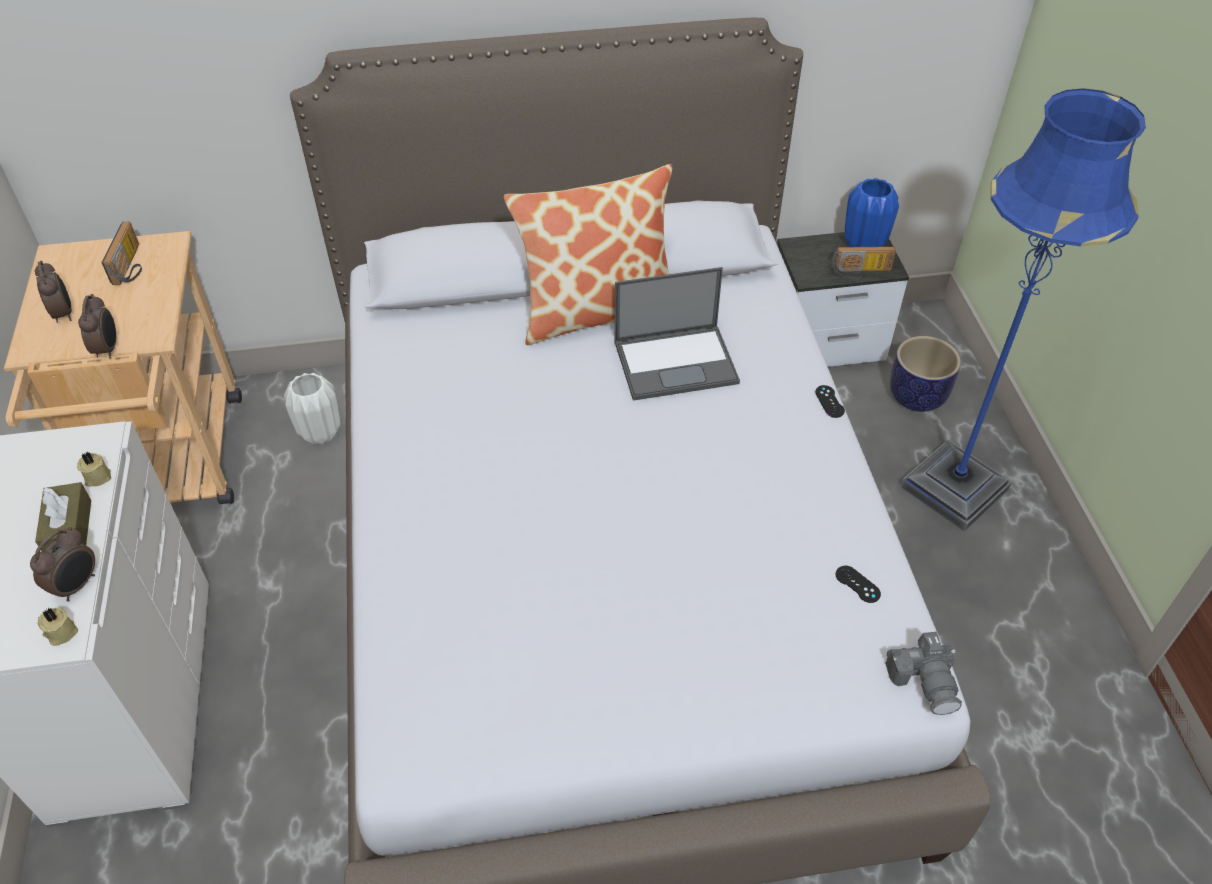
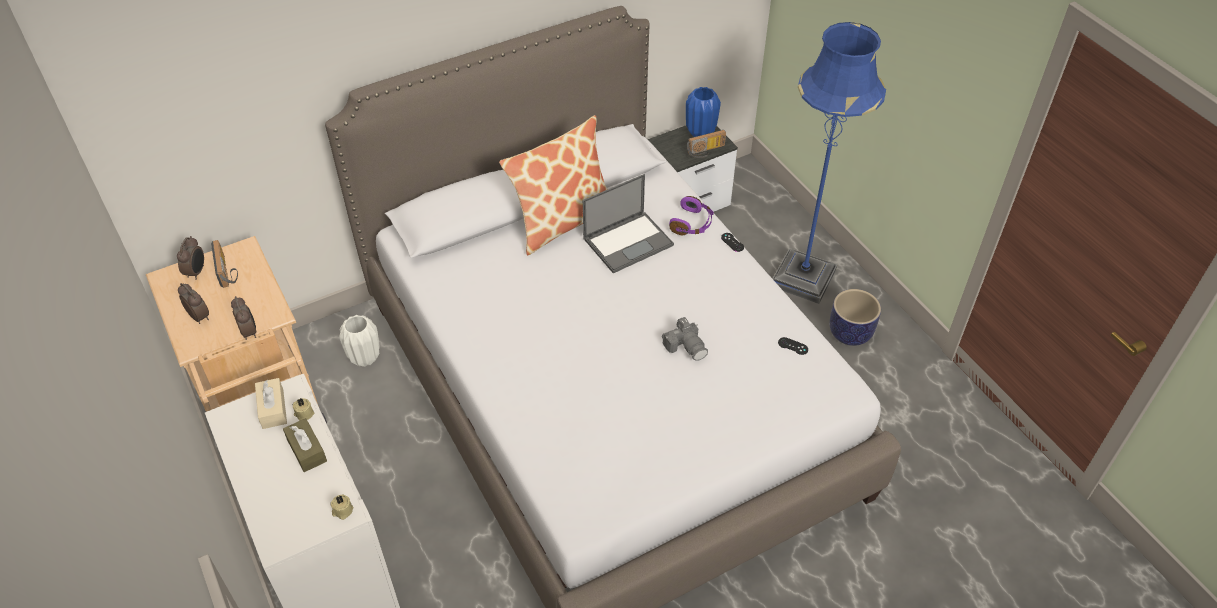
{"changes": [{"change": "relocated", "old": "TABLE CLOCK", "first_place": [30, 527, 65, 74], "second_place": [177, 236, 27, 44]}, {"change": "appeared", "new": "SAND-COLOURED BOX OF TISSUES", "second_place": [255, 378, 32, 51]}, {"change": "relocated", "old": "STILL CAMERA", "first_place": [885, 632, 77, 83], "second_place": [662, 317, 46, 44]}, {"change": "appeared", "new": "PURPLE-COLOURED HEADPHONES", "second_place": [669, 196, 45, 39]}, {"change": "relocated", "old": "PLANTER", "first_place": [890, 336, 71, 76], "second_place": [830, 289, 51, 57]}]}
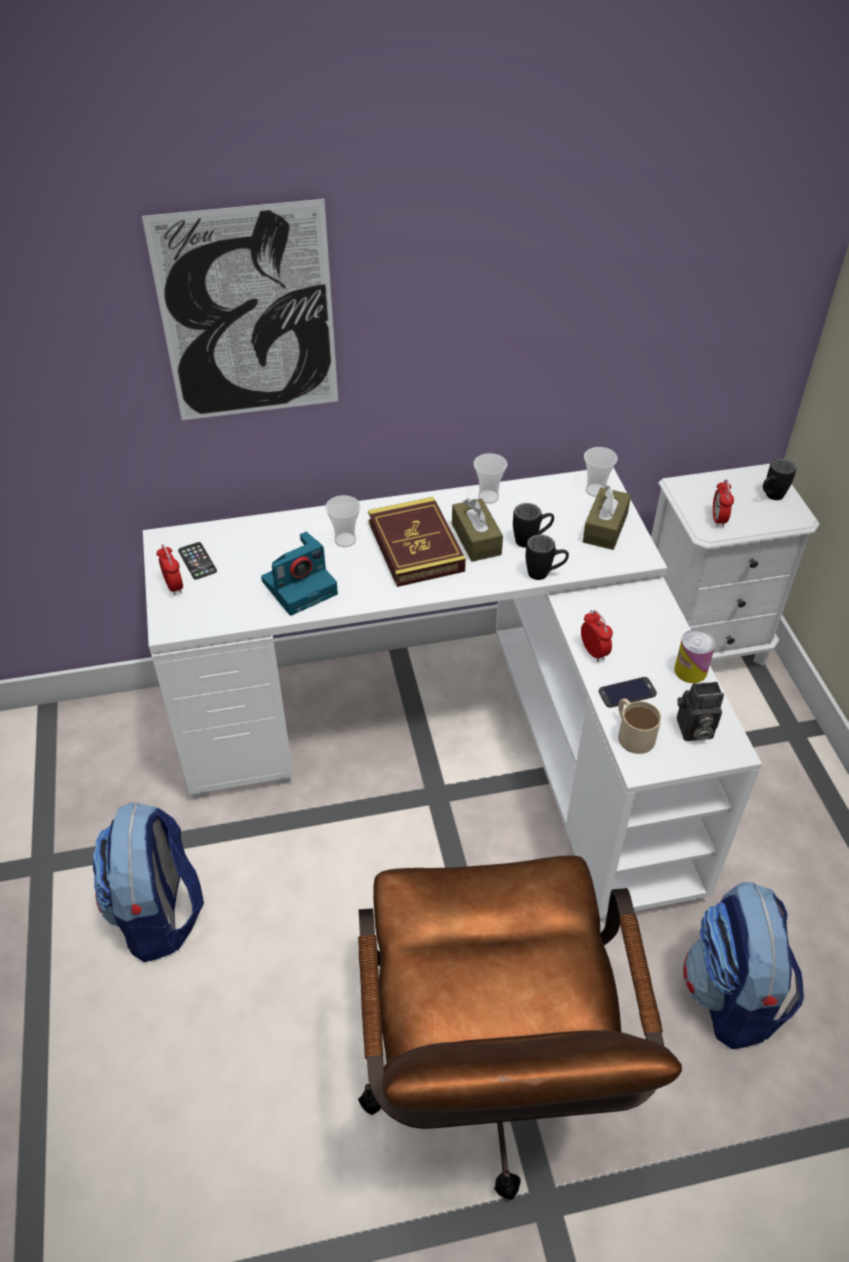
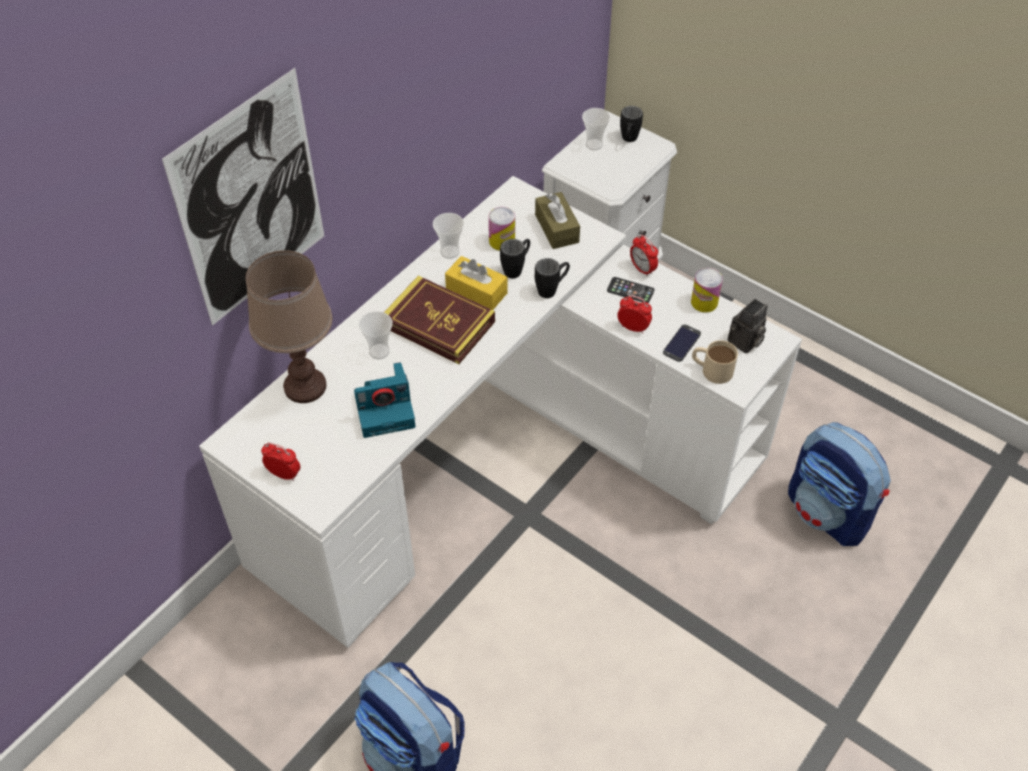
{"changes": [{"change": "appeared", "new": "BROWN TABLETOP LAMP", "second_place": [246, 250, 86, 153]}, {"change": "spun", "old": "STILL CAMERA", "first_place": [261, 532, 77, 84], "second_place": [354, 362, 62, 76], "degrees": 60}, {"change": "colour", "old": "BROWN BOX OF TISSUES", "new": "YELLOWISH BOX OF TISSUES", "first_place": [452, 498, 51, 64], "second_place": [445, 256, 63, 54]}, {"change": "appeared", "new": "CAN", "second_place": [489, 207, 26, 44]}, {"change": "relocated", "old": "SMALL CUP", "first_place": [584, 447, 34, 50], "second_place": [582, 108, 28, 42]}, {"change": "relocated", "old": "TELEPHONE", "first_place": [178, 542, 39, 37], "second_place": [607, 277, 48, 26]}, {"change": "relocated", "old": "TABLE CLOCK", "first_place": [713, 479, 21, 48], "second_place": [630, 235, 28, 42]}, {"change": "missing", "old": "BROWN OFFICE CHAIR", "first_place": [358, 856, 324, 344]}]}
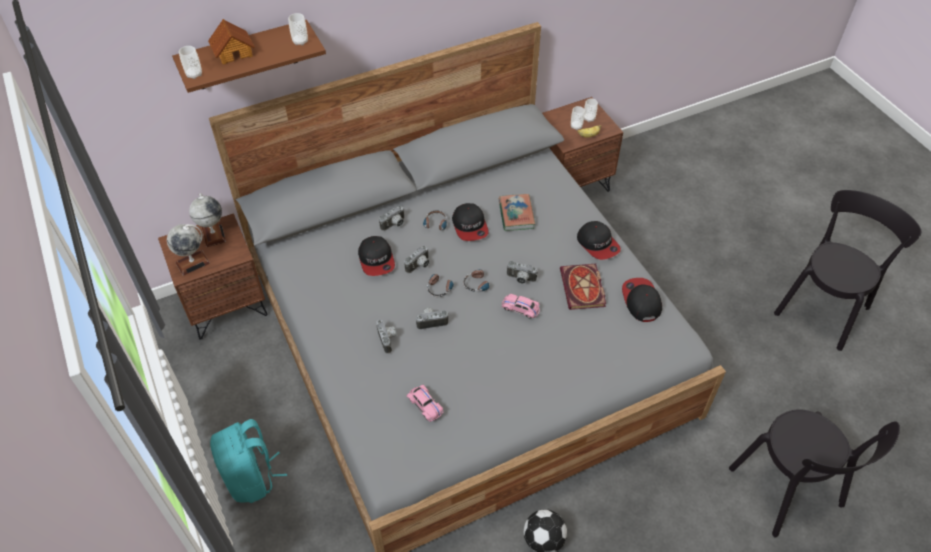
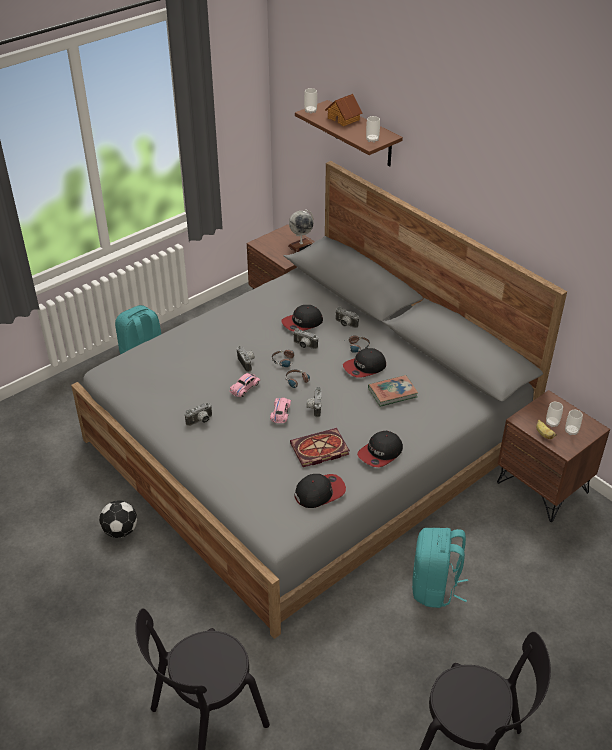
{"changes": [{"change": "relocated", "old": "STILL CAMERA", "first_place": [376, 320, 21, 34], "second_place": [185, 403, 27, 23]}, {"change": "relocated", "old": "PINK MINIATURE CAR", "first_place": [407, 385, 36, 37], "second_place": [230, 373, 30, 24]}, {"change": "appeared", "new": "TURQUOISE KNAPSACK", "second_place": [412, 528, 56, 80]}, {"change": "missing", "old": "WORLD GLOBE", "first_place": [167, 224, 43, 52]}]}
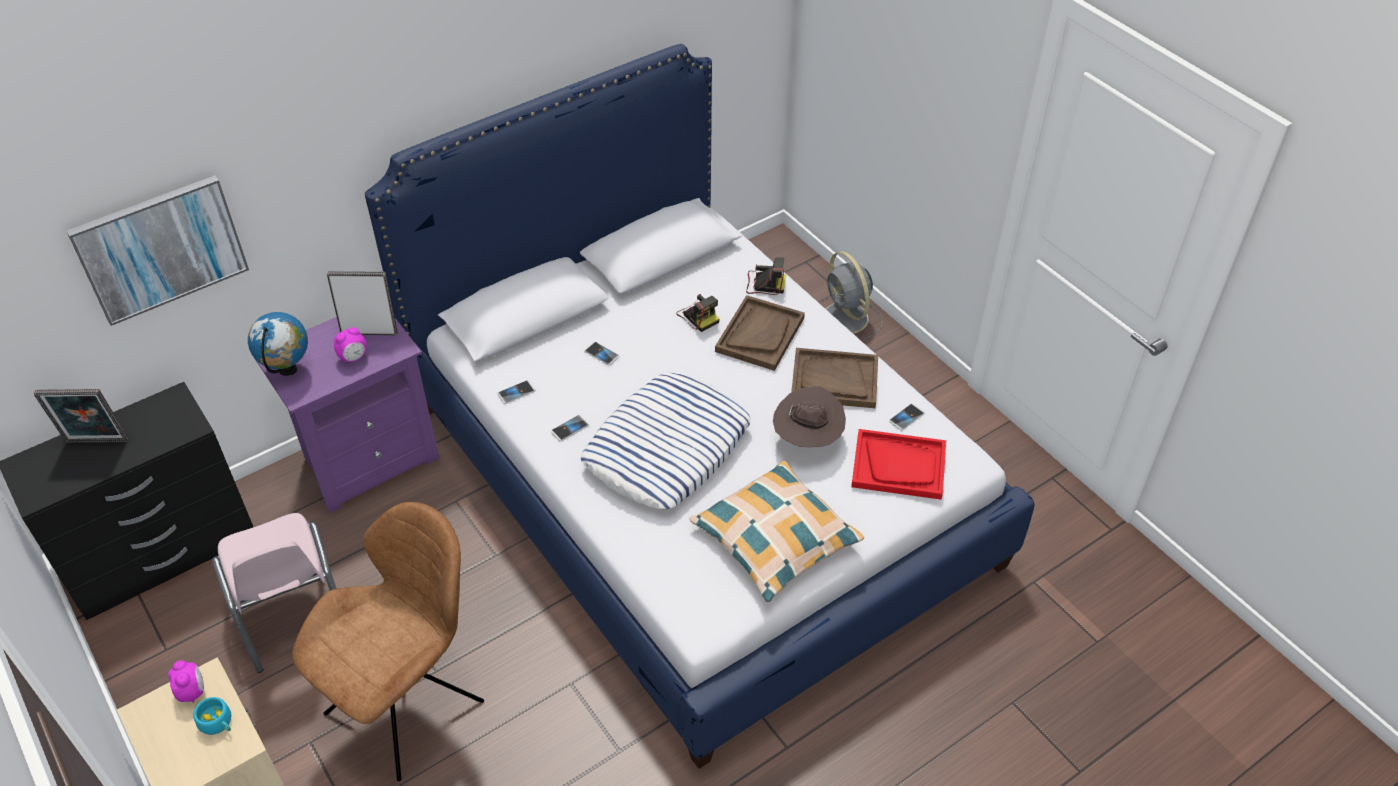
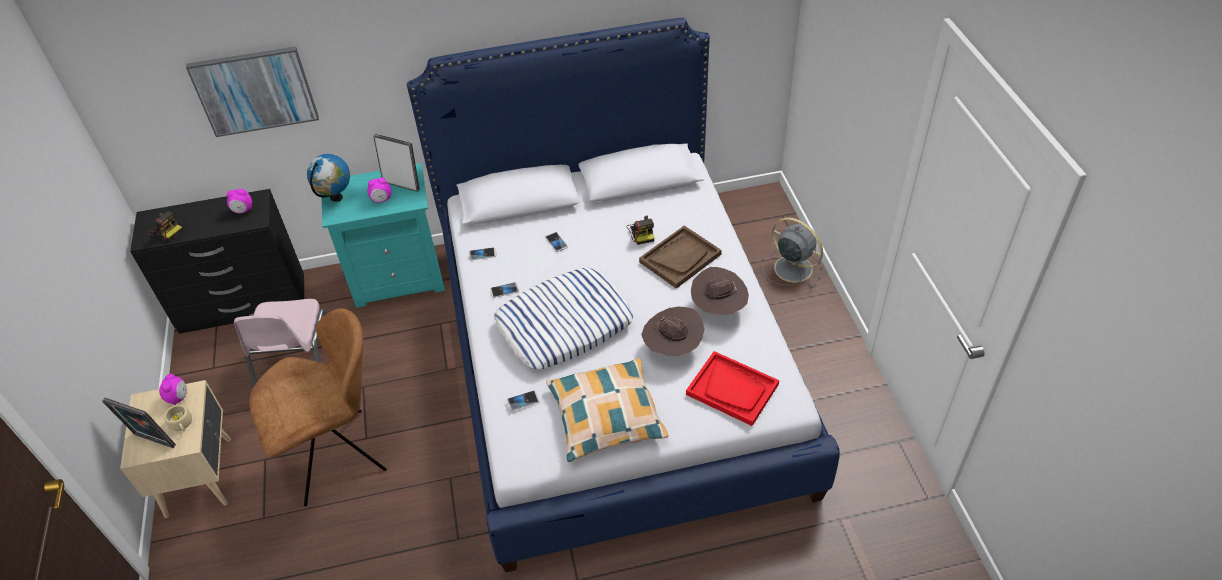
{"changes": [{"change": "relocated", "old": "PHOTO FRAME", "first_place": [34, 389, 94, 54], "second_place": [102, 398, 74, 50]}, {"change": "relocated", "old": "STILL CAMERA", "first_place": [746, 257, 40, 38], "second_place": [148, 211, 35, 30]}, {"change": "colour", "old": "TURQUOISE SMALL CUP", "new": "SAND-COLOURED SMALL CUP", "first_place": [193, 697, 38, 38], "second_place": [164, 405, 28, 27]}, {"change": "appeared", "new": "TABLE CLOCK", "second_place": [227, 189, 25, 24]}, {"change": "colour", "old": "PURPLE-COLOURED NIGHTSTAND", "new": "TURQUOISE NIGHTSTAND", "first_place": [254, 317, 186, 196], "second_place": [321, 163, 124, 145]}, {"change": "relocated", "old": "TELEPHONE", "first_place": [889, 403, 36, 27], "second_place": [507, 390, 33, 21]}, {"change": "exchanged", "old": "BROWN CARRYING TRAY", "new": "BROWN HAT", "first_place": [791, 348, 87, 60], "second_place": [691, 267, 58, 48]}, {"change": "spun", "old": "GREY ELECTRIC FAN", "first_place": [818, 251, 65, 90], "second_place": [763, 217, 60, 71], "degrees": 135}]}
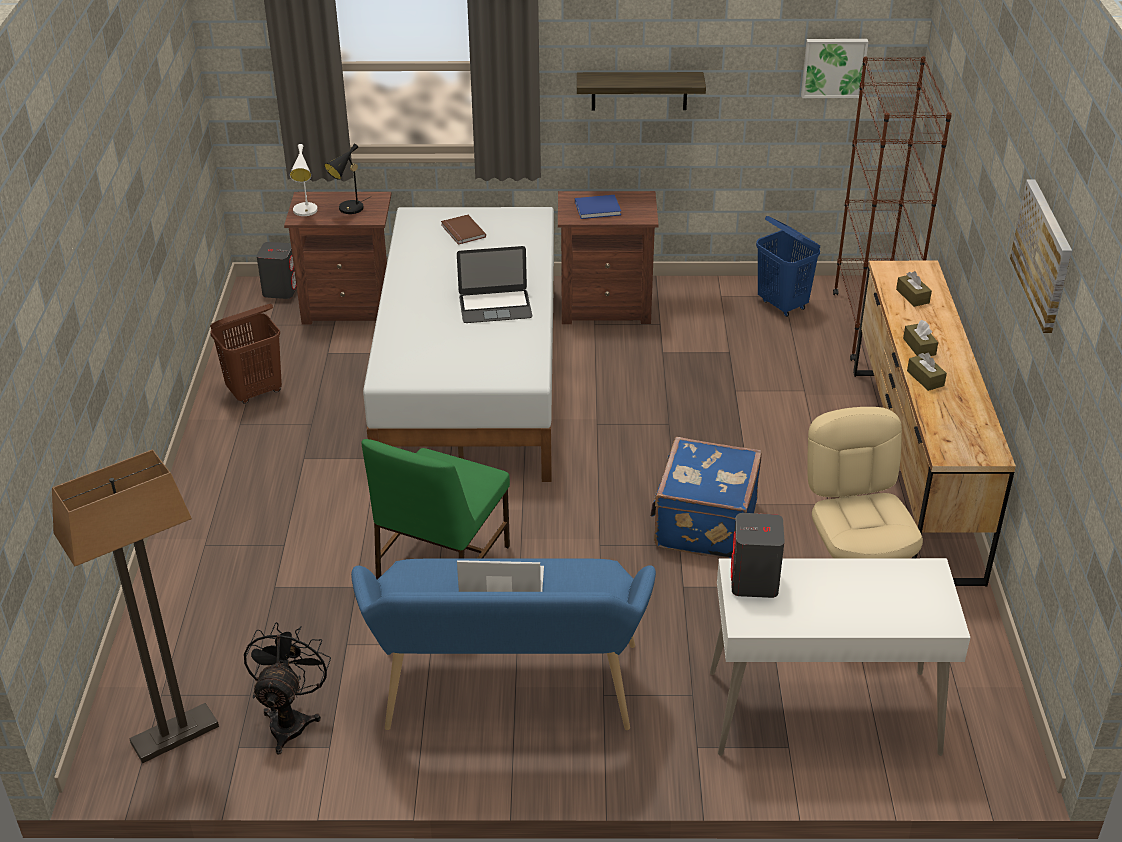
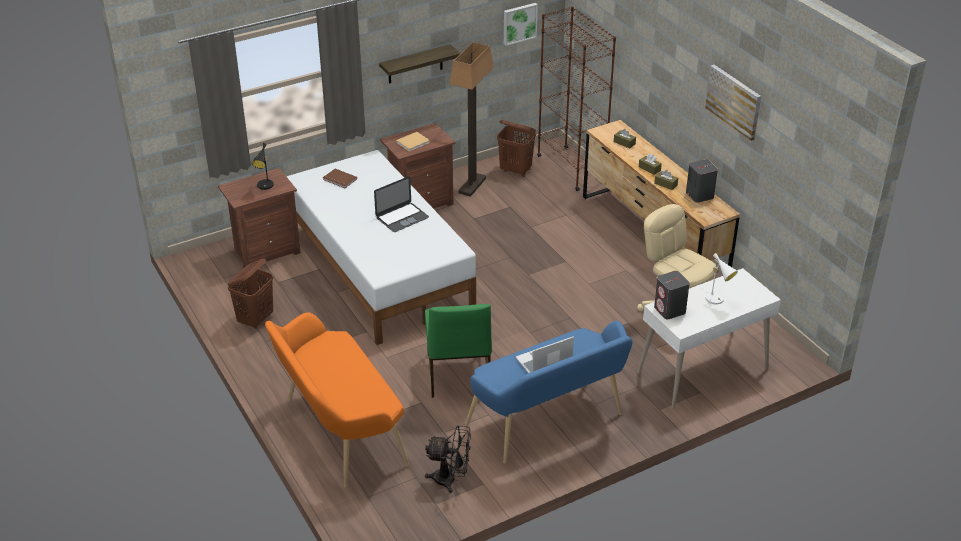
{"changes": [{"change": "appeared", "new": "ORANGE INDOOR BENCH", "second_place": [265, 312, 145, 176]}, {"change": "colour", "old": "BLUISH BOUND BOOK", "new": "SAND-COLOURED BOUND BOOK", "first_place": [575, 195, 46, 24], "second_place": [396, 132, 34, 20]}, {"change": "spun", "old": "BLACK ELECTRIC FAN", "first_place": [244, 622, 87, 132], "second_place": [425, 425, 46, 68], "degrees": 120}, {"change": "relocated", "old": "STANDING LAMP", "first_place": [52, 449, 167, 314], "second_place": [449, 42, 45, 155]}, {"change": "colour", "old": "BLUISH LAUNDRY BASKET", "new": "BROWN LAUNDRY BASKET", "first_place": [756, 216, 64, 101], "second_place": [497, 120, 39, 57]}, {"change": "relocated", "old": "GREY SPEAKER", "first_place": [257, 242, 40, 57], "second_place": [686, 159, 32, 44]}, {"change": "relocated", "old": "WHITISH TABLETOP LAMP", "first_place": [290, 144, 28, 72], "second_place": [700, 253, 38, 51]}, {"change": "missing", "old": "BLUISH PIECE OF LUGGAGE", "first_place": [650, 437, 112, 121]}]}
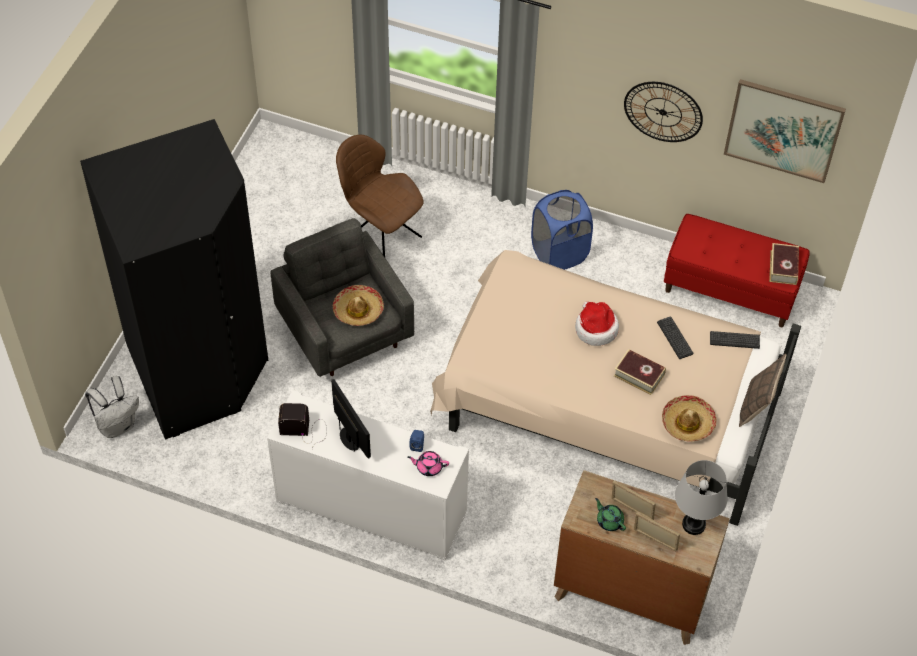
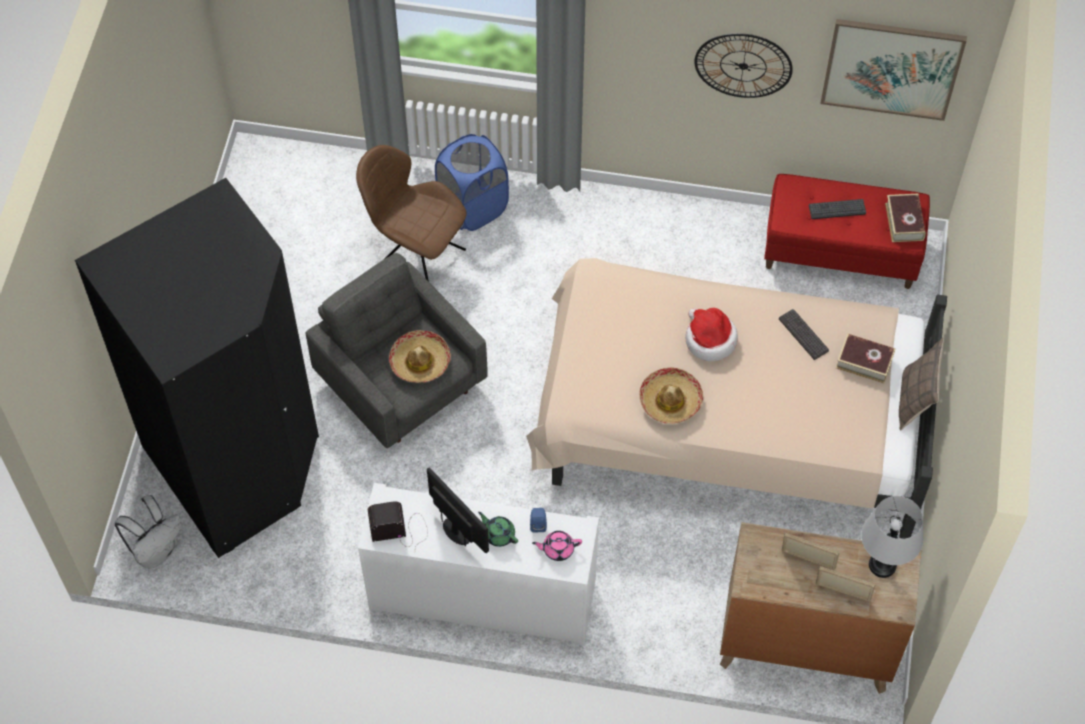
{"changes": [{"change": "relocated", "old": "BLUISH LAUNDRY BASKET", "first_place": [531, 190, 62, 80], "second_place": [435, 134, 74, 97]}, {"change": "relocated", "old": "GREENISH POT FOR TEA", "first_place": [595, 498, 31, 33], "second_place": [478, 512, 40, 35]}, {"change": "relocated", "old": "HAT", "first_place": [662, 395, 55, 47], "second_place": [639, 367, 64, 57]}, {"change": "relocated", "old": "COMPUTER KEYBOARD", "first_place": [710, 331, 50, 18], "second_place": [809, 199, 57, 20]}, {"change": "relocated", "old": "BOUND BOOK", "first_place": [614, 349, 52, 46], "second_place": [836, 333, 59, 51]}]}
